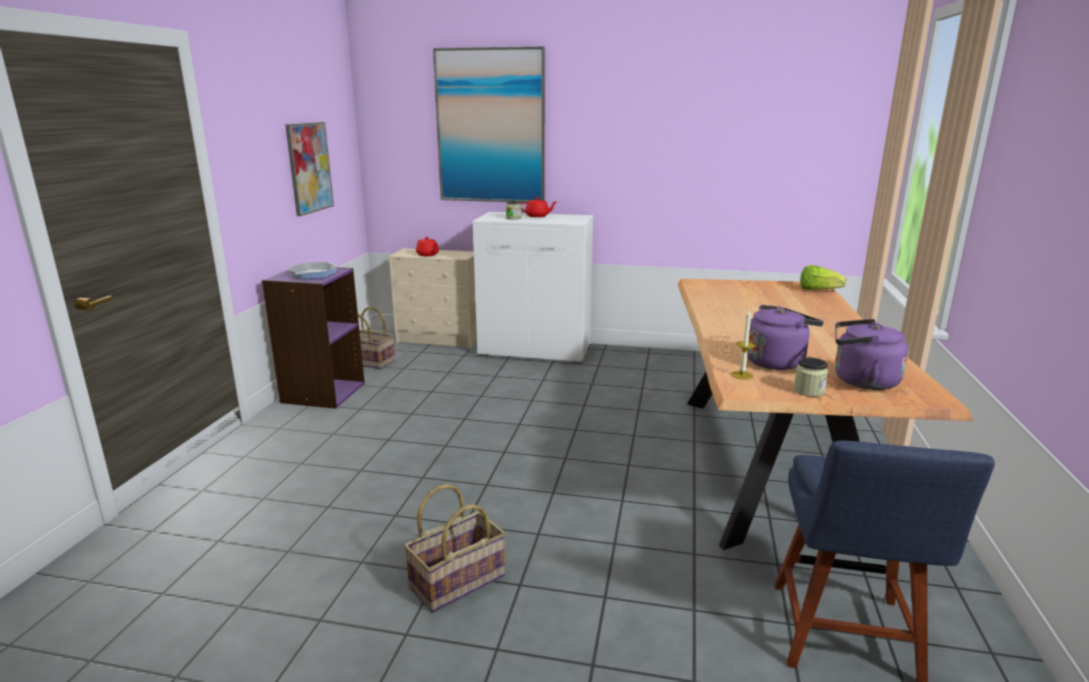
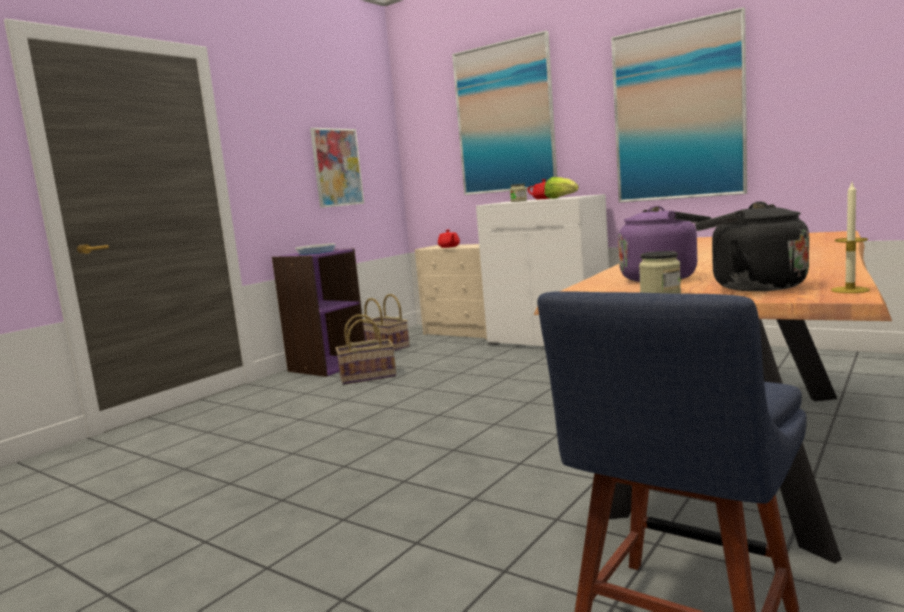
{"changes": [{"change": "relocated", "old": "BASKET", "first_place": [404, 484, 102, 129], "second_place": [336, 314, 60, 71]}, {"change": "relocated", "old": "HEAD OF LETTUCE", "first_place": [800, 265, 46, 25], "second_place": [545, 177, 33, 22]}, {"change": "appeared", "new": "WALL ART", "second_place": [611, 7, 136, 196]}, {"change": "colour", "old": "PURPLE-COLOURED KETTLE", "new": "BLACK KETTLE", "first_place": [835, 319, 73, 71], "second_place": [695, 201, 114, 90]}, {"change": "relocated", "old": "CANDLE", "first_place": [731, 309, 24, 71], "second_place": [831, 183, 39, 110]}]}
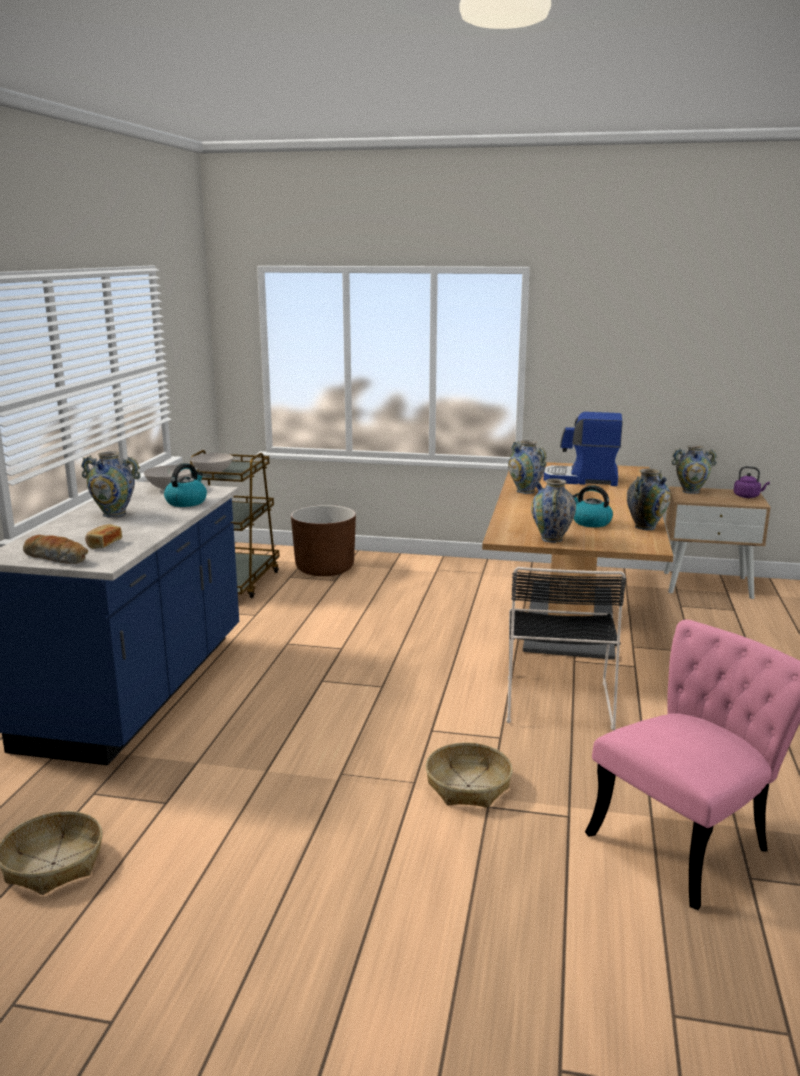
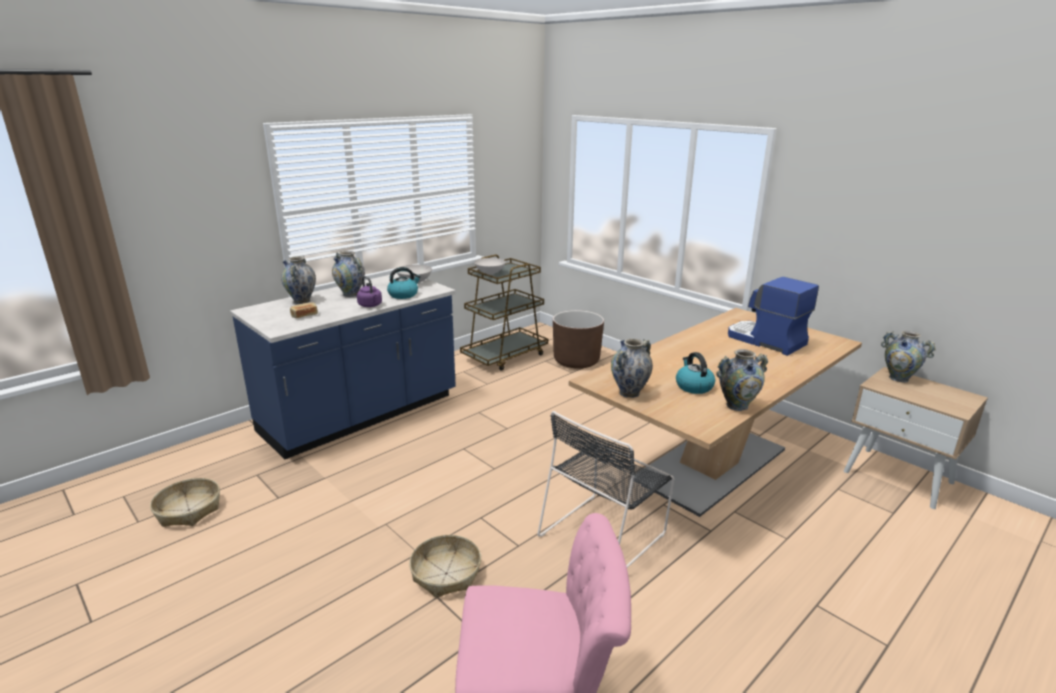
{"changes": [{"change": "relocated", "old": "DECORATIVE VASE", "first_place": [508, 440, 39, 54], "second_place": [281, 256, 35, 48]}, {"change": "relocated", "old": "PURPLE-COLOURED KETTLE", "first_place": [734, 466, 36, 32], "second_place": [357, 276, 25, 31]}, {"change": "missing", "old": "BREAD", "first_place": [23, 535, 65, 29]}]}
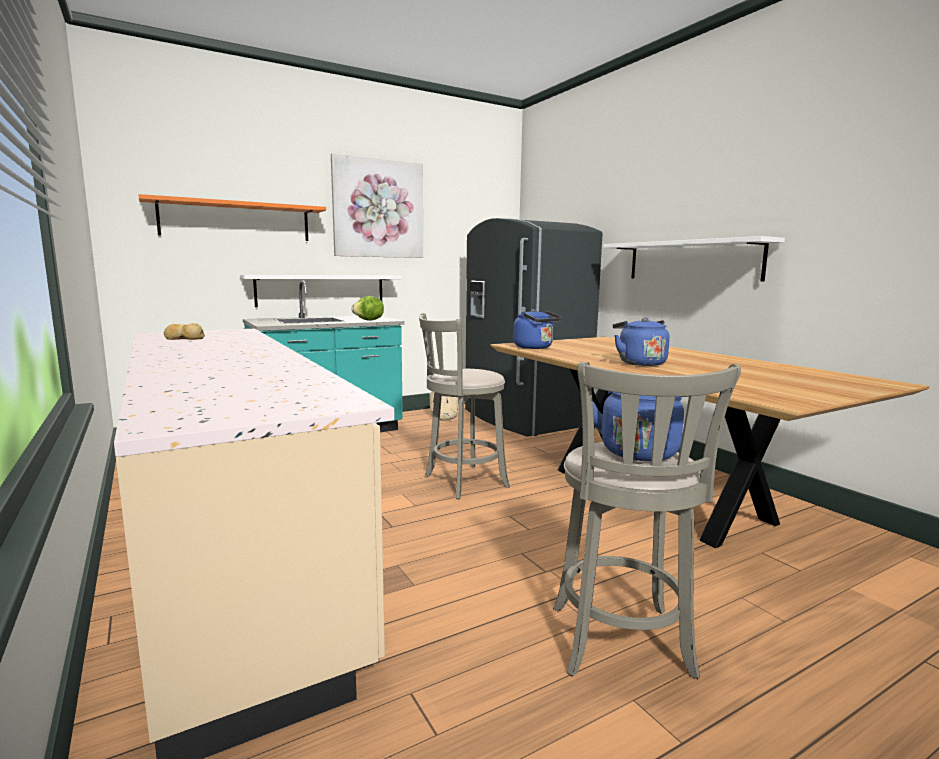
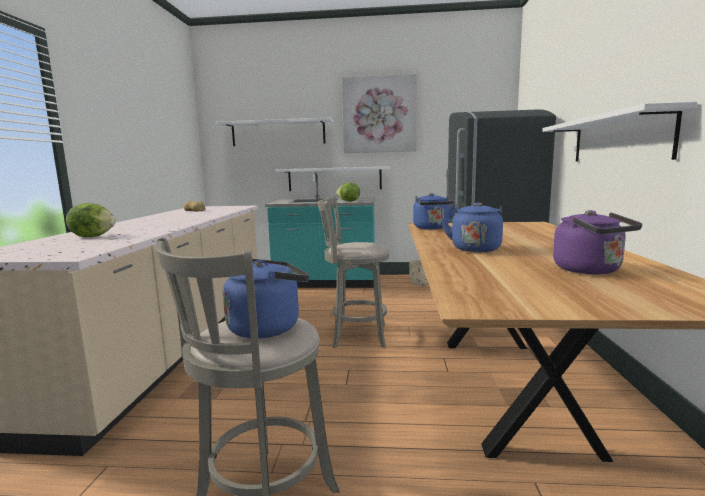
{"changes": [{"change": "appeared", "new": "HEAD OF LETTUCE", "second_place": [66, 203, 50, 34]}, {"change": "colour", "old": "ORANGE BRACKET SHELF", "new": "WHITISH BRACKET SHELF", "first_place": [138, 194, 188, 47], "second_place": [216, 118, 117, 28]}, {"change": "appeared", "new": "PURPLE-COLOURED KETTLE", "second_place": [553, 210, 89, 65]}]}
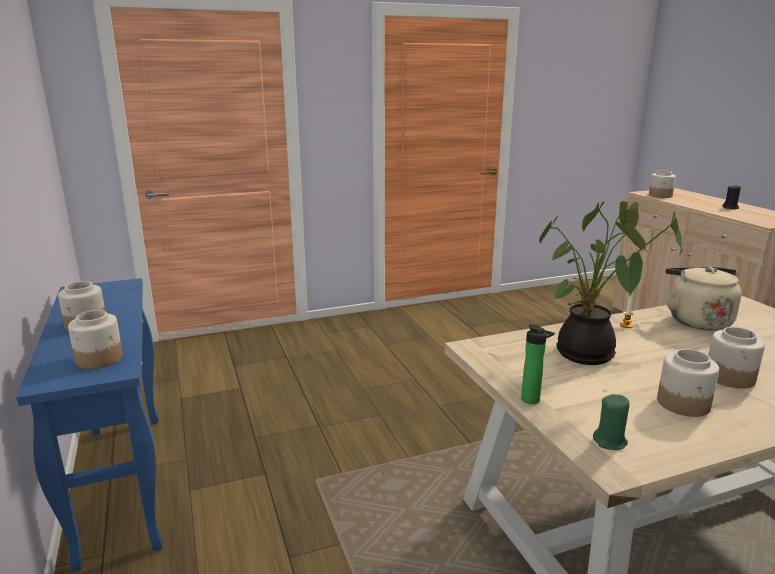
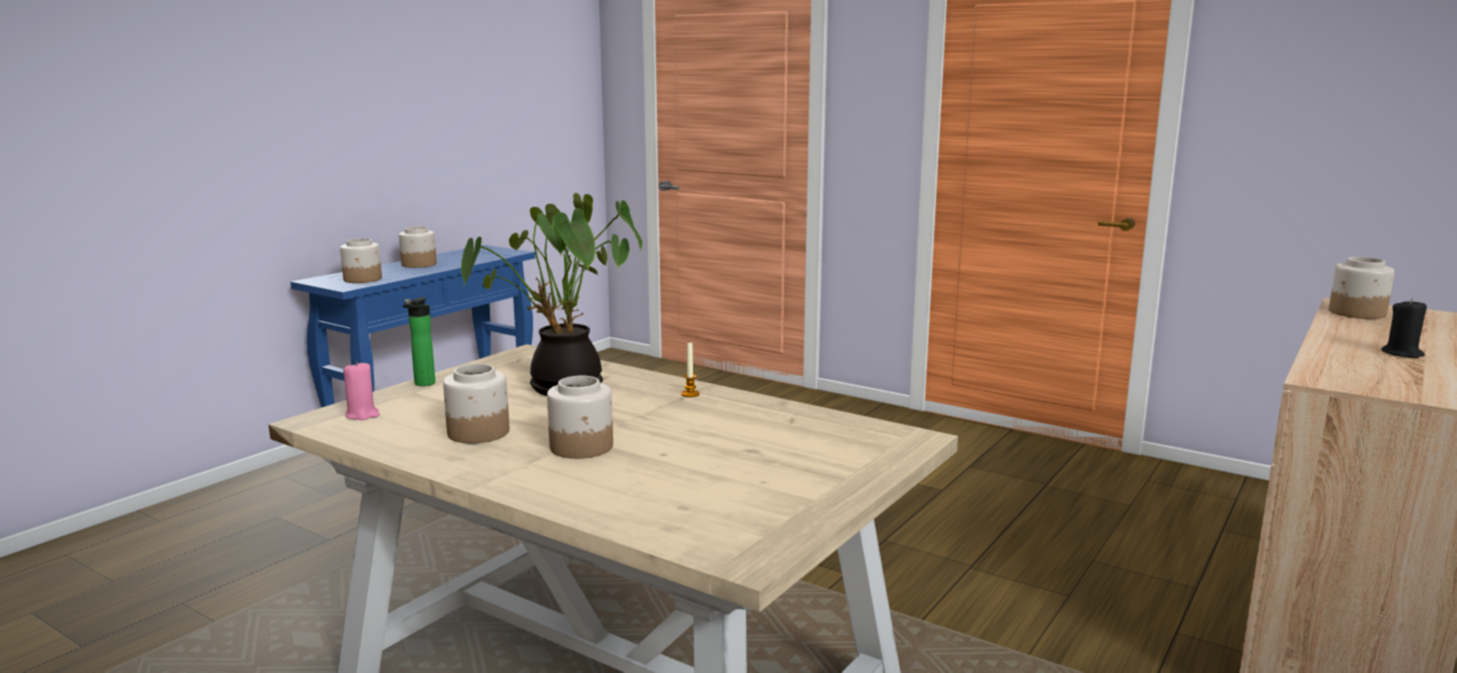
{"changes": [{"change": "colour", "old": "GREENISH CANDLE", "new": "PINK CANDLE", "first_place": [593, 394, 36, 56], "second_place": [343, 361, 37, 59]}, {"change": "missing", "old": "SAND-COLOURED KETTLE", "first_place": [665, 267, 77, 64]}]}
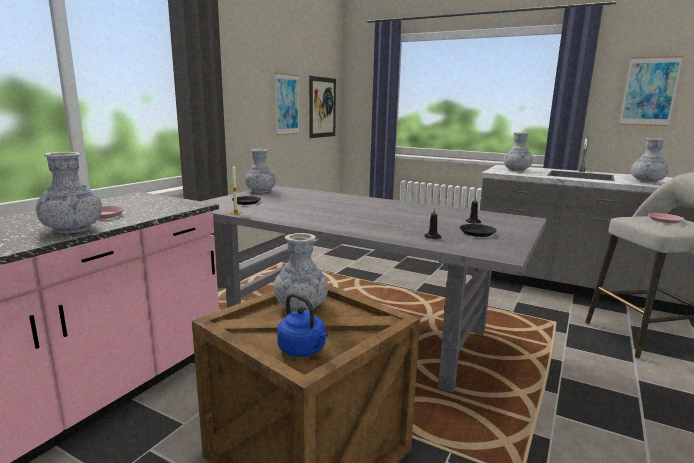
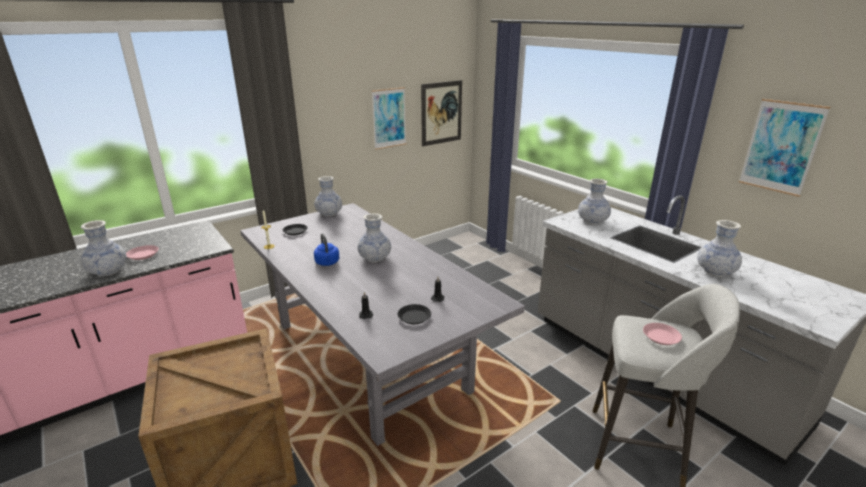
{"changes": [{"change": "relocated", "old": "BLUISH KETTLE", "first_place": [277, 293, 51, 64], "second_place": [314, 233, 25, 33]}, {"change": "relocated", "old": "DECORATIVE VASE", "first_place": [273, 233, 55, 79], "second_place": [357, 213, 34, 49]}]}
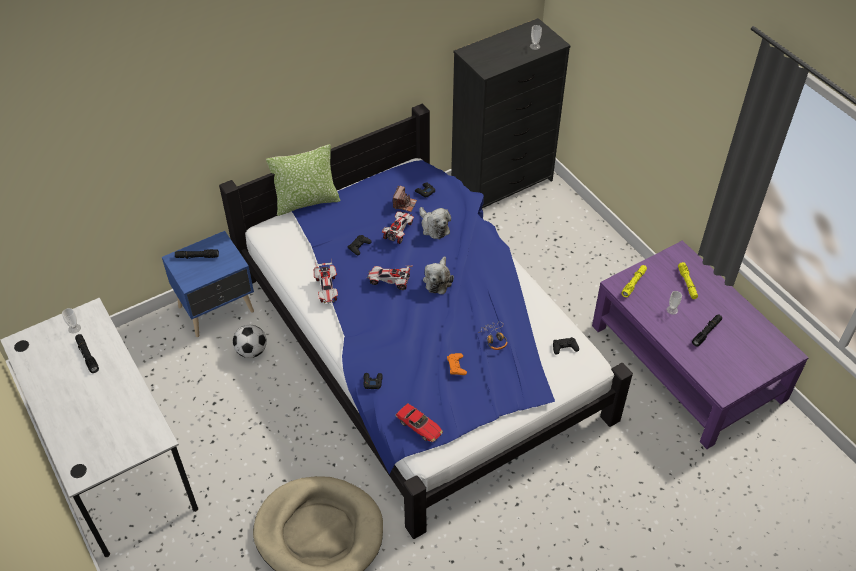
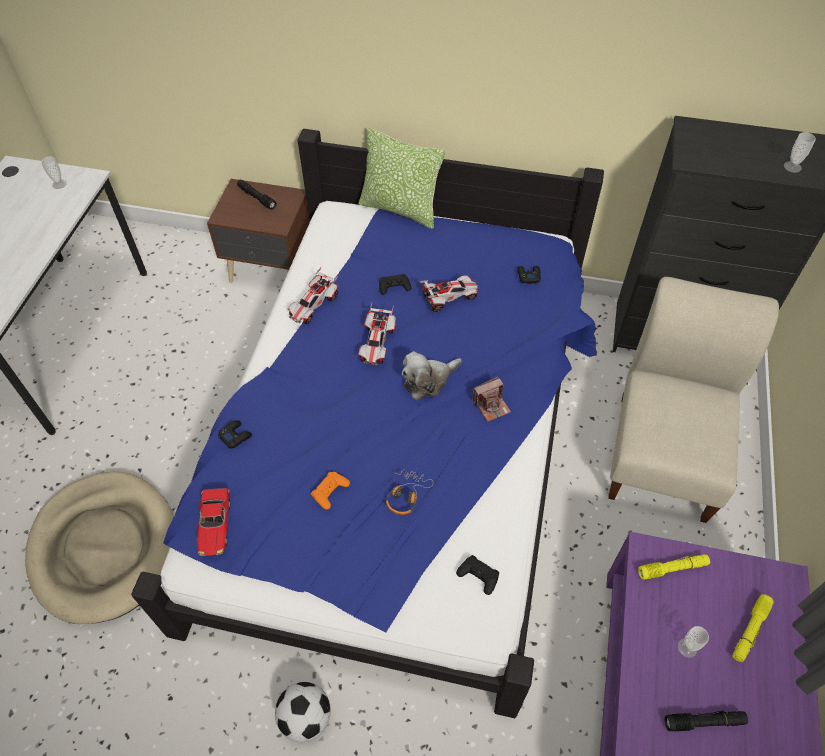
{"changes": [{"change": "colour", "old": "BLUISH NIGHTSTAND", "new": "BROWN NIGHTSTAND", "first_place": [162, 231, 92, 106], "second_place": [207, 179, 103, 104]}, {"change": "relocated", "old": "BALL FOR FOOTBALL", "first_place": [233, 325, 34, 33], "second_place": [275, 682, 56, 60]}, {"change": "spun", "old": "MINIATURE CAR", "first_place": [367, 266, 45, 24], "second_place": [358, 303, 38, 62], "degrees": -135}, {"change": "relocated", "old": "STILL CAMERA", "first_place": [393, 186, 24, 26], "second_place": [473, 376, 38, 46]}, {"change": "appeared", "new": "SAND-COLOURED PLAIN CHAIR", "second_place": [608, 277, 171, 246]}, {"change": "missing", "old": "BLACK HAND TORCH", "first_place": [75, 334, 24, 39]}, {"change": "missing", "old": "CUDDLY TOY", "first_place": [419, 207, 32, 32]}]}
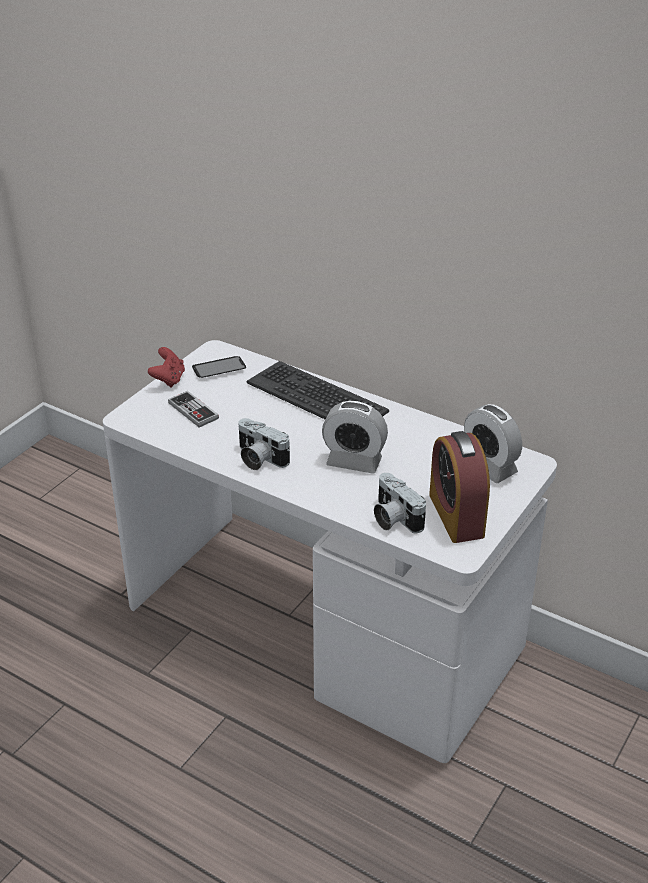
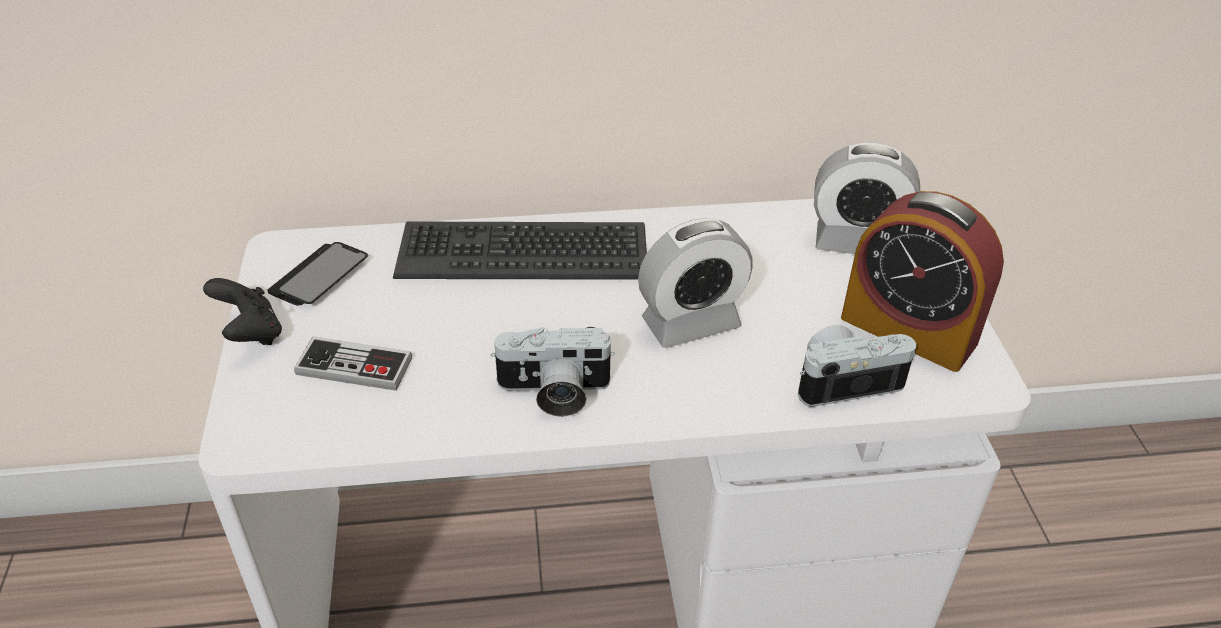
{"changes": [{"change": "colour", "old": "RED-COLOURED GAME CONTROLLER", "new": "BLACK GAME CONTROLLER", "first_place": [148, 347, 37, 41], "second_place": [203, 278, 79, 67]}, {"change": "spun", "old": "STILL CAMERA", "first_place": [374, 473, 52, 60], "second_place": [798, 325, 118, 82], "degrees": 150}]}
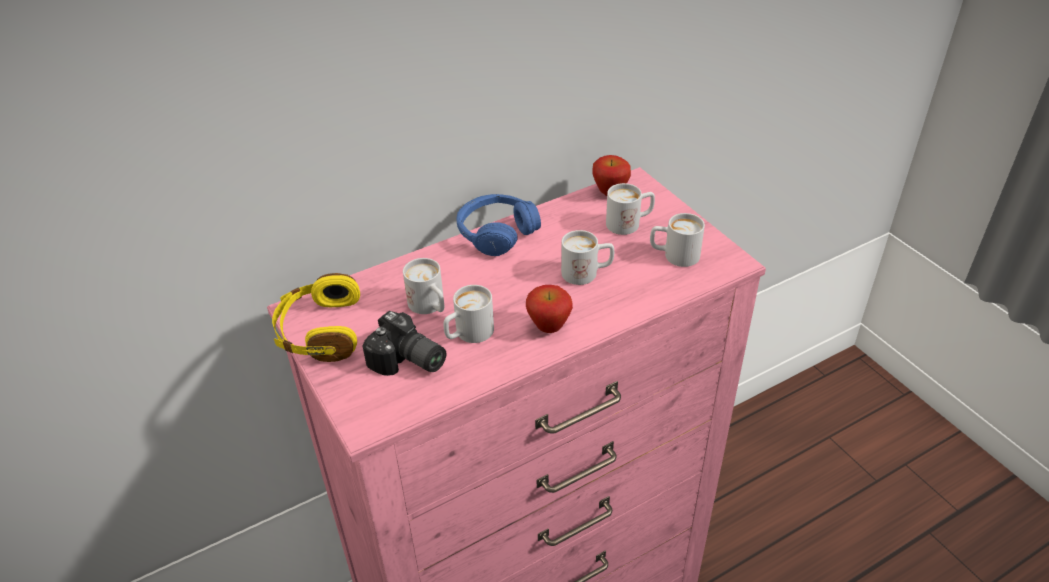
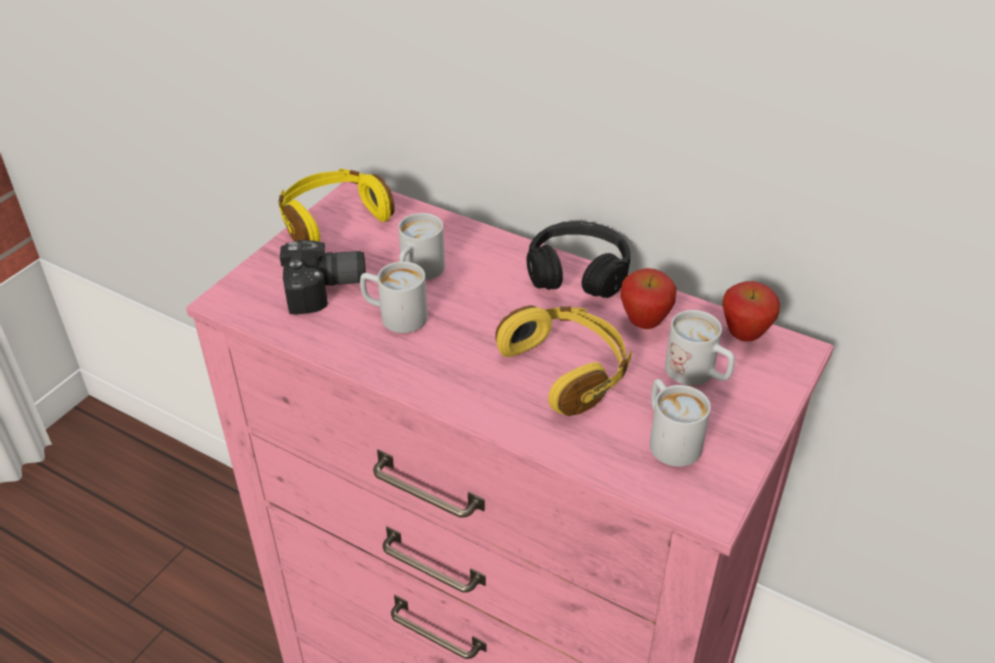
{"changes": [{"change": "spun", "old": "STILL CAMERA", "first_place": [362, 311, 84, 65], "second_place": [280, 240, 86, 75], "degrees": -105}, {"change": "exchanged", "old": "WHITISH COFFEE MUG", "new": "YELLOWISH HEADPHONES", "first_place": [561, 230, 53, 55], "second_place": [495, 305, 137, 111]}, {"change": "colour", "old": "BLUISH HEADPHONES", "new": "BLACK HEADPHONES", "first_place": [457, 194, 84, 62], "second_place": [526, 221, 104, 77]}, {"change": "relocated", "old": "APPLE", "first_place": [526, 285, 47, 48], "second_place": [620, 268, 57, 61]}]}
